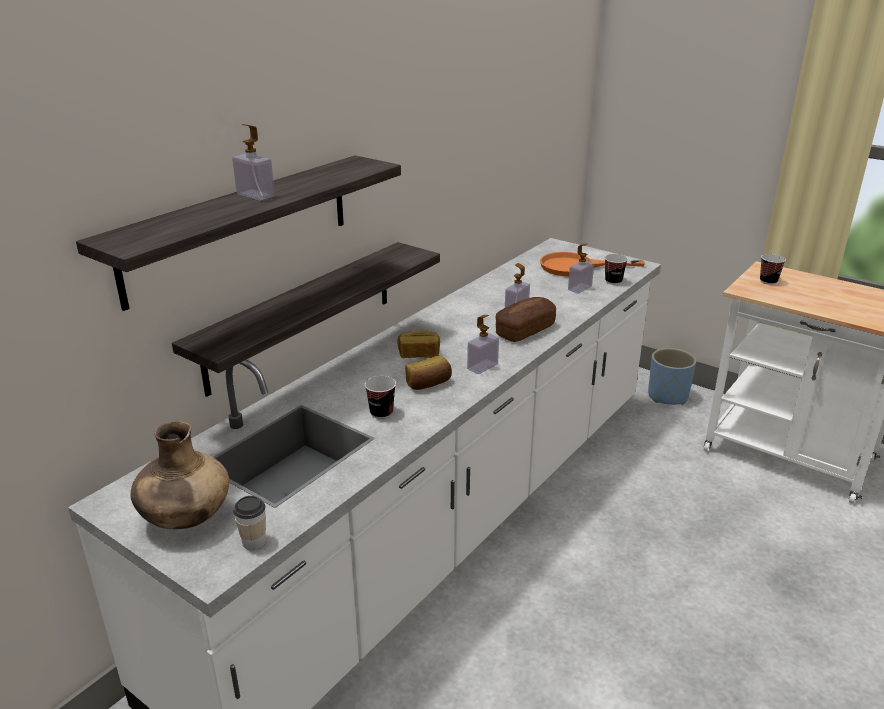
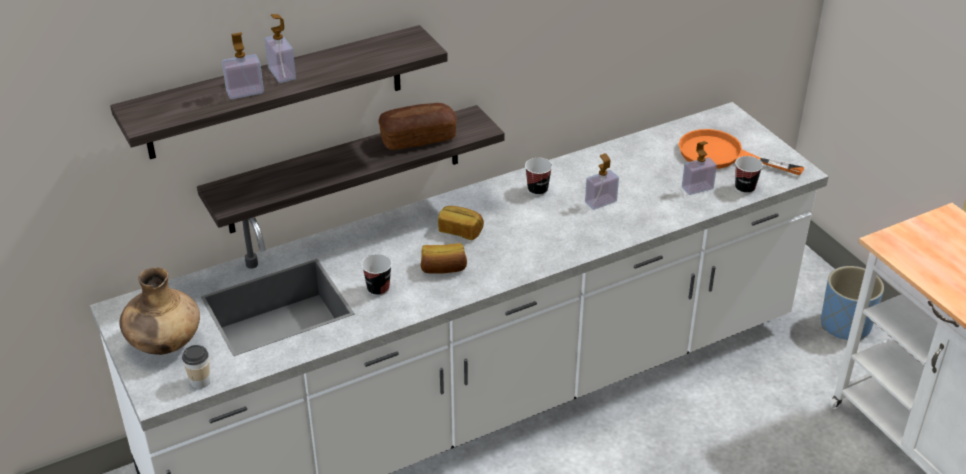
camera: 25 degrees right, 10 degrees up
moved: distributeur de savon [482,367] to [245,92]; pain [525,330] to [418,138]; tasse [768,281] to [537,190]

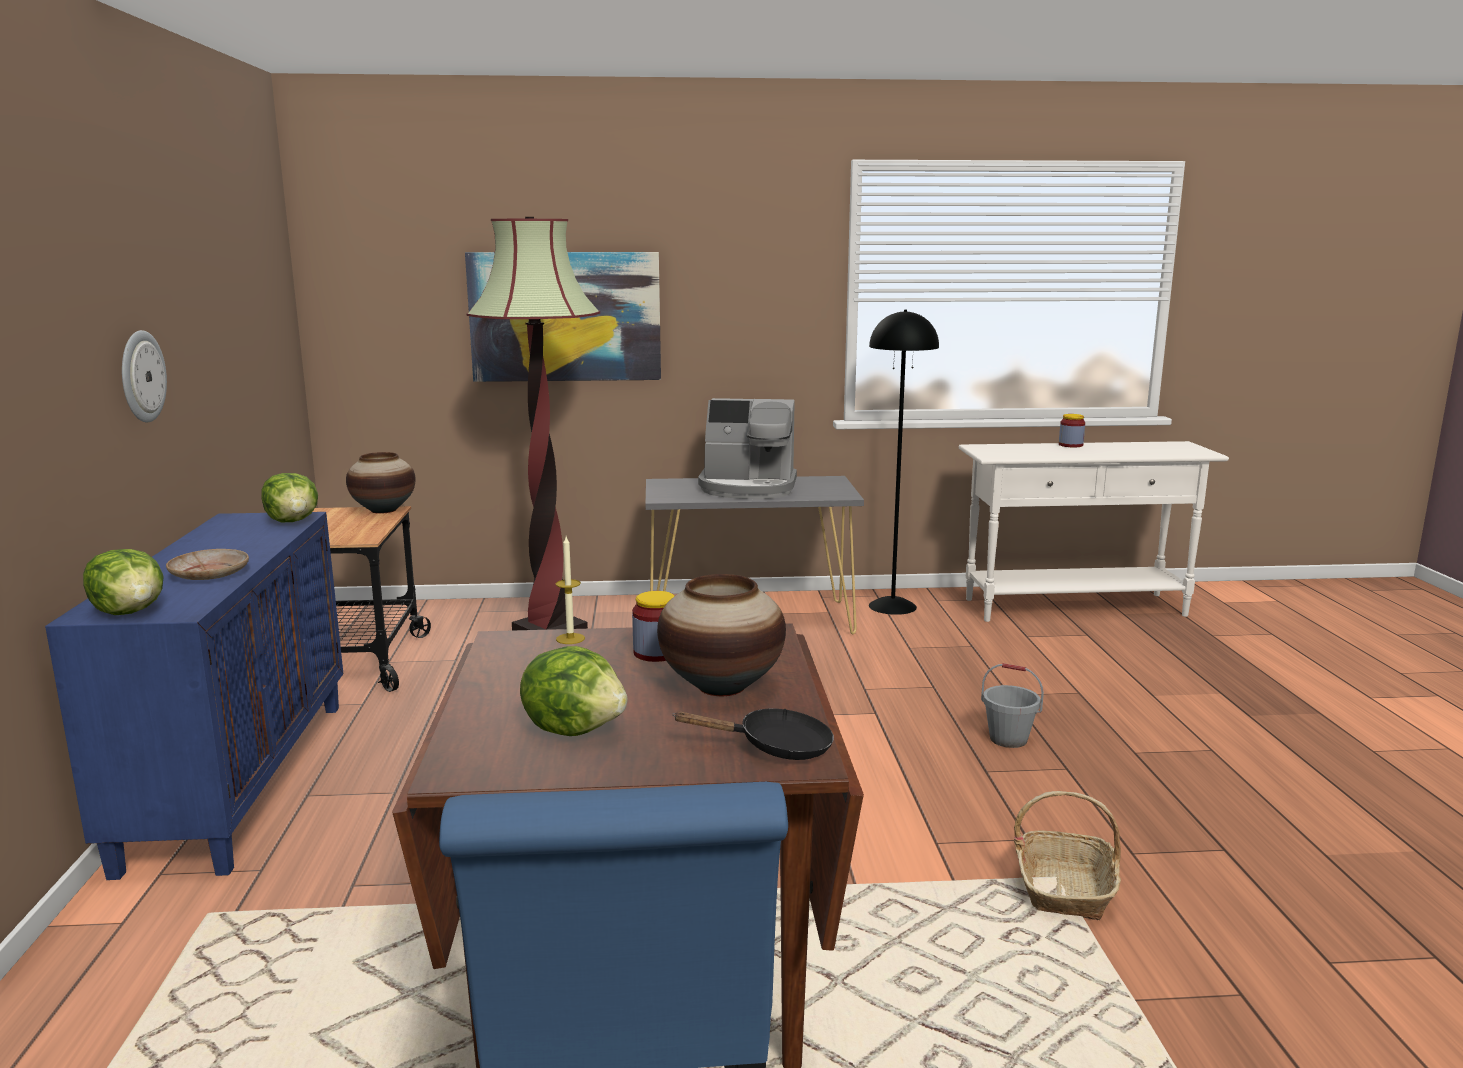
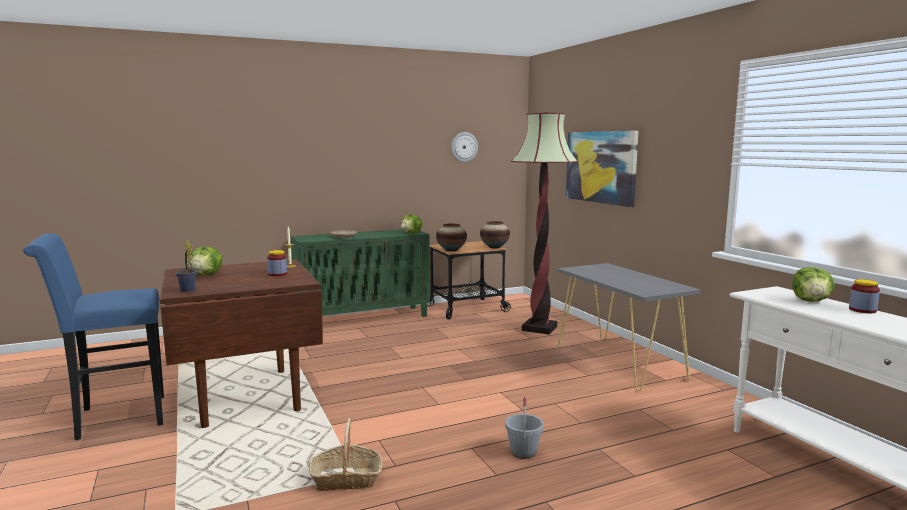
camera: 70 degrees right, 5 degrees down
removed: machine à café [748,488]; lampadaire/noir [892,606]
moved: vase [721,687] to [451,250]; horloge murale [141,376] to [464,147]; laitue [130,612] to [811,301]
replaced: poêle/noir [775,747] to plante en pot [188,291]
recoloured: meuble de rangement/bleu [238,780] to meuble de rangement/vert [364,318]

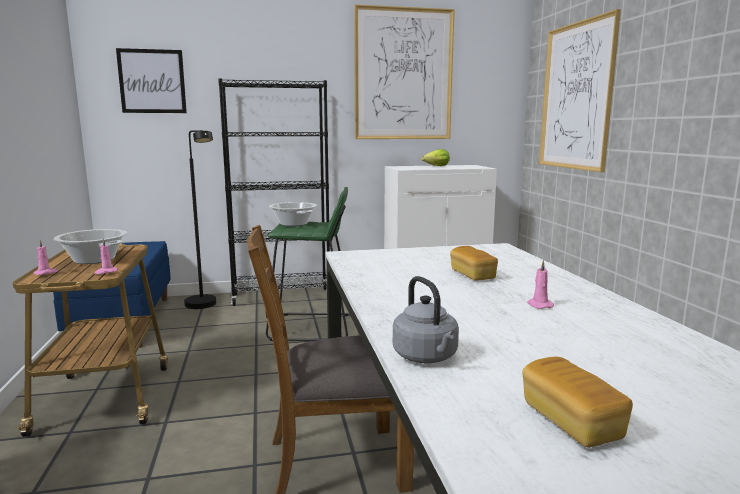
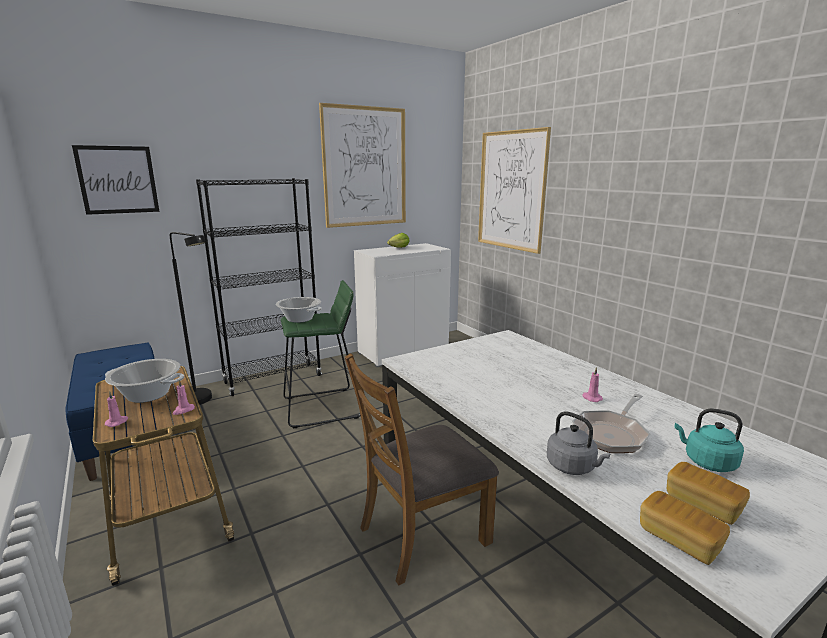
camera: 20 degrees left, 5 degrees up
added: poêle [611,434]; bouilloire/turquoise [707,462]
moved: pain [472,275] to [679,540]

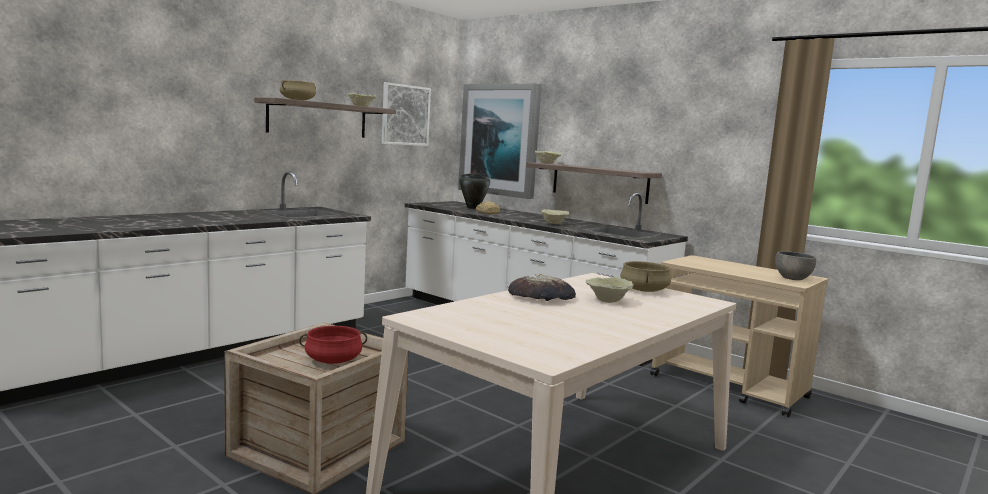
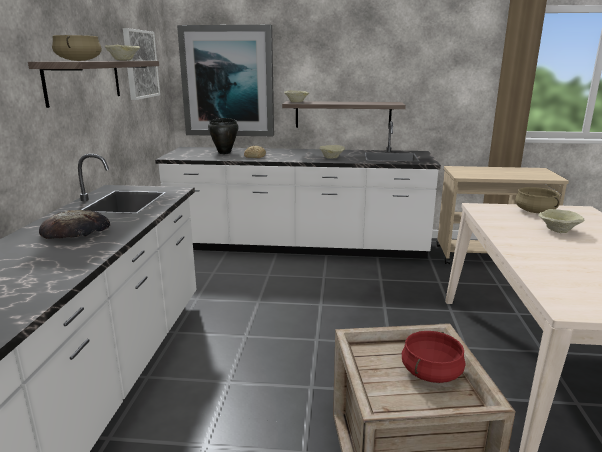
camera: 35 degrees left, 10 degrees up
removed: bol/gris [793,278]
moved: pain [541,296] to [76,231]

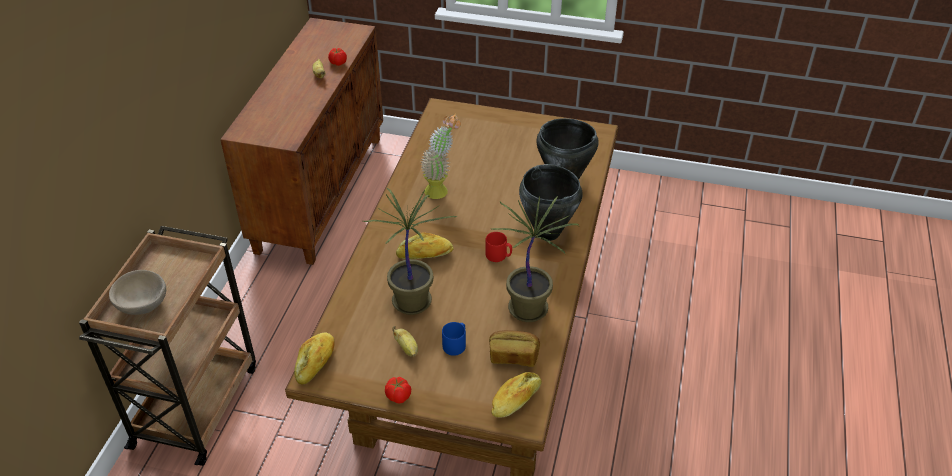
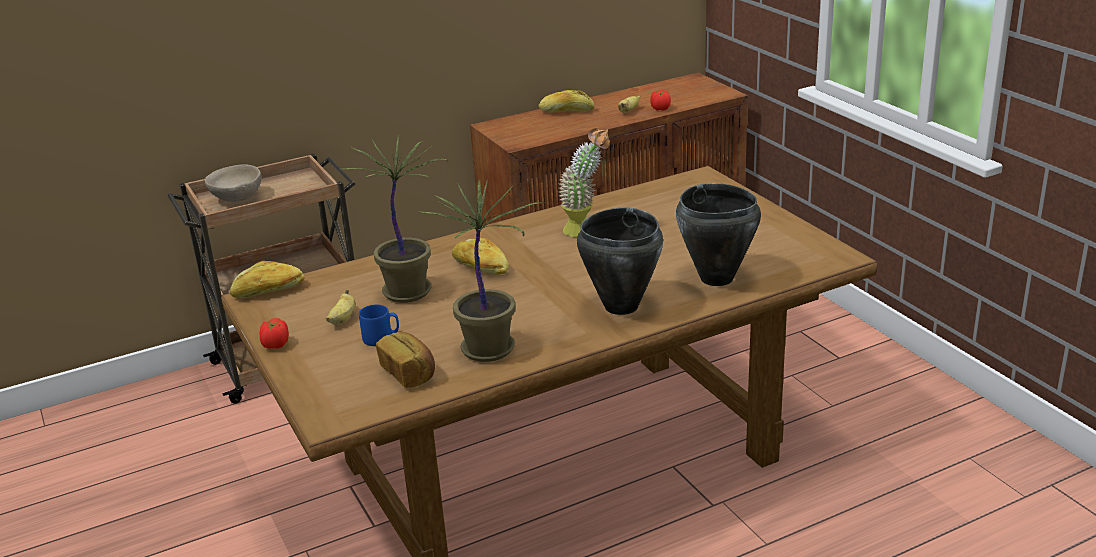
camera: 50 degrees right, 15 degrees down
removed: mug/rouge [498,256]
moved: pain [516,400] to [566,111]

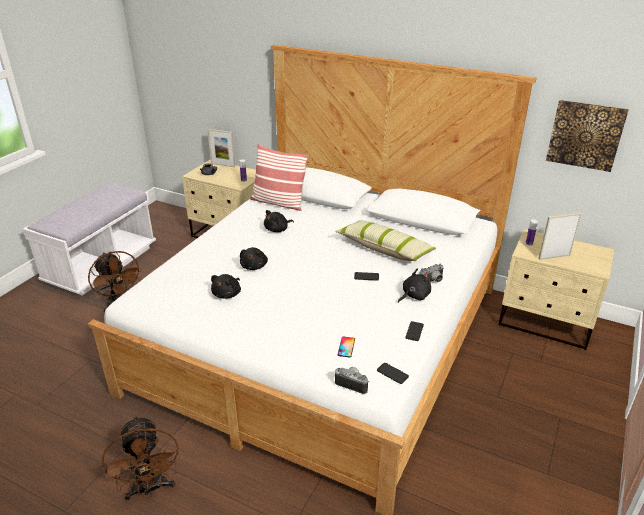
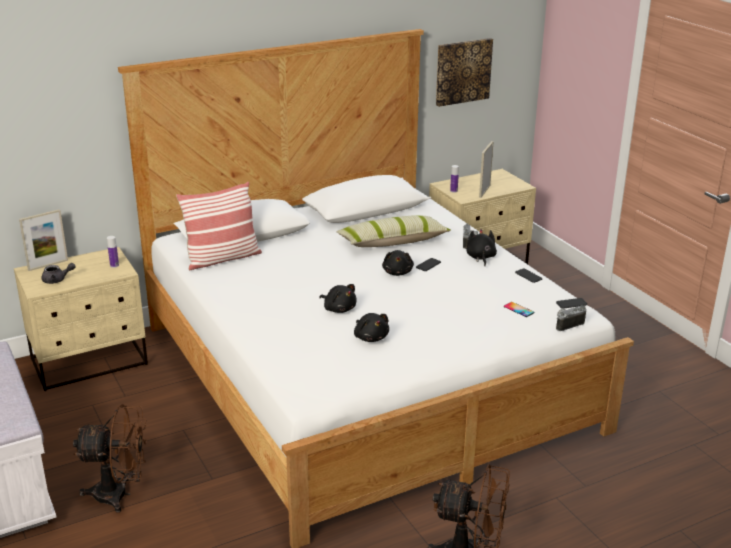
camera: 55 degrees left, 5 degrees down
moved: peluche/noir [277,229] to [397,272]

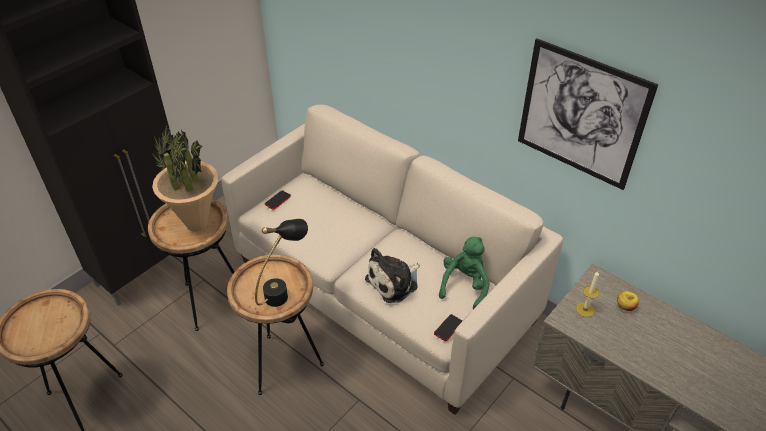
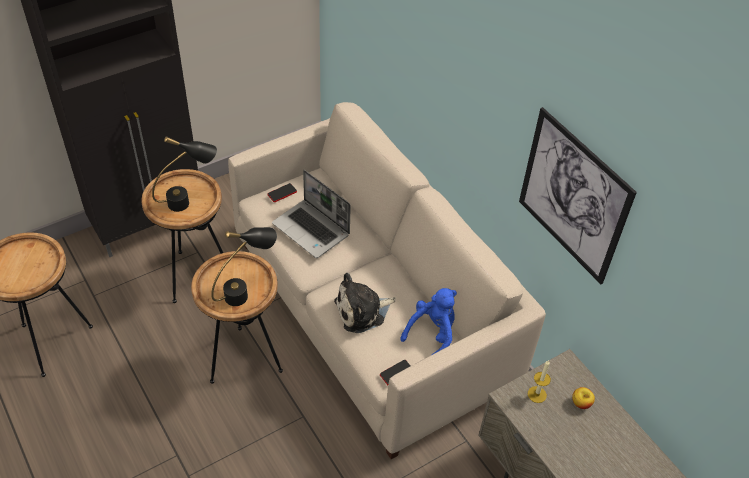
camera: 15 degrees right, 5 degrees up
added: ordinateur portable [312,230]
replaced: plante en pot [196,224] to lampe de table/noir [189,202]
recoloured: peluche/vert [464,285] to peluche/bleu [432,334]

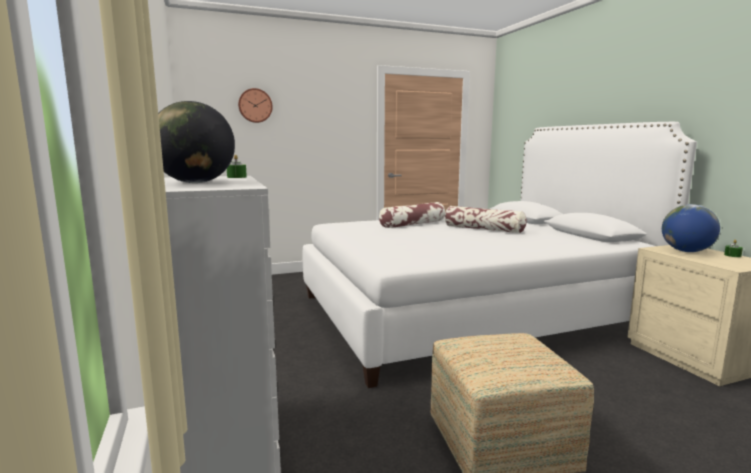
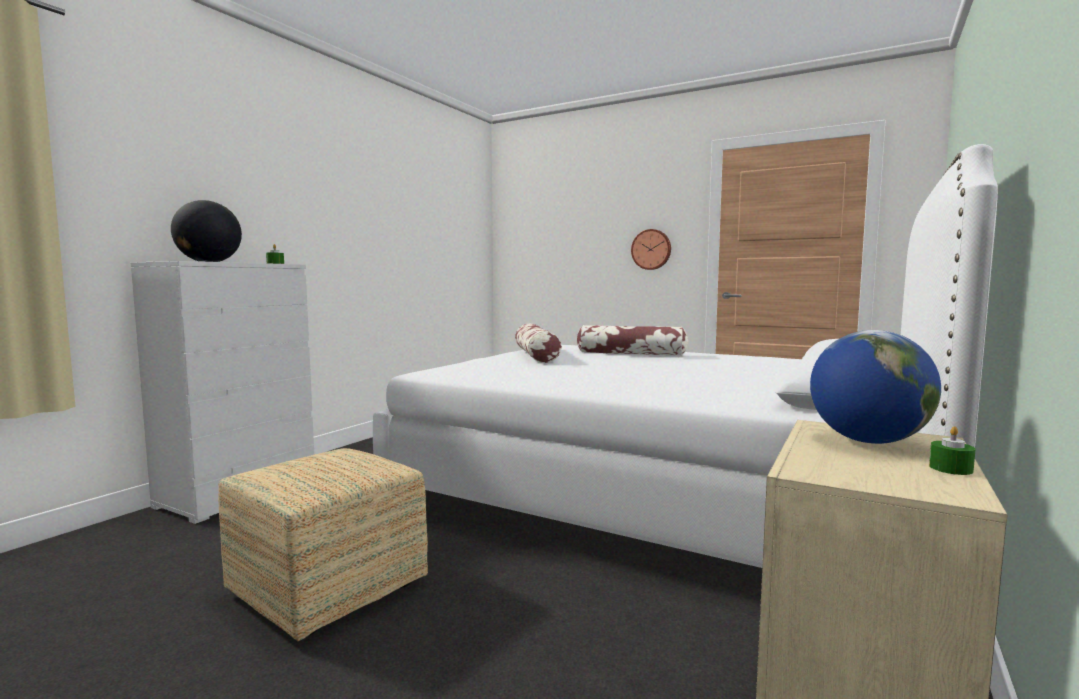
camera: 50 degrees right, 5 degrees down
moved: coussin [483,229] to [536,356]; horloge murale [255,105] to [651,249]

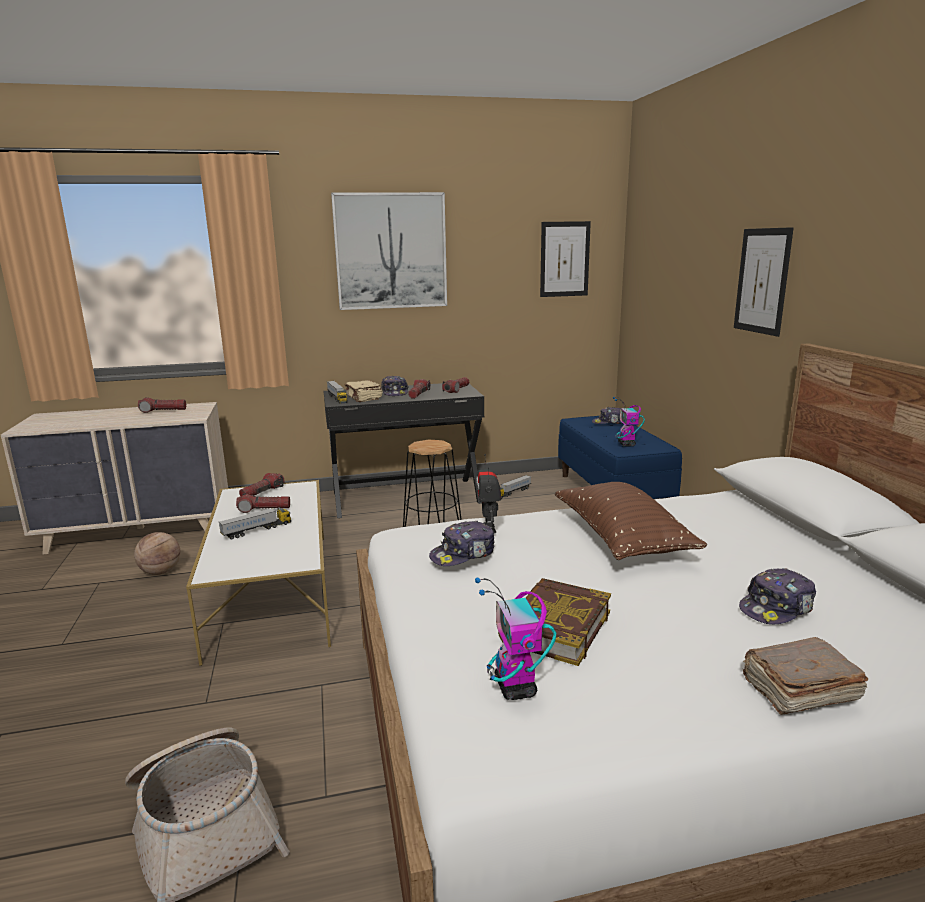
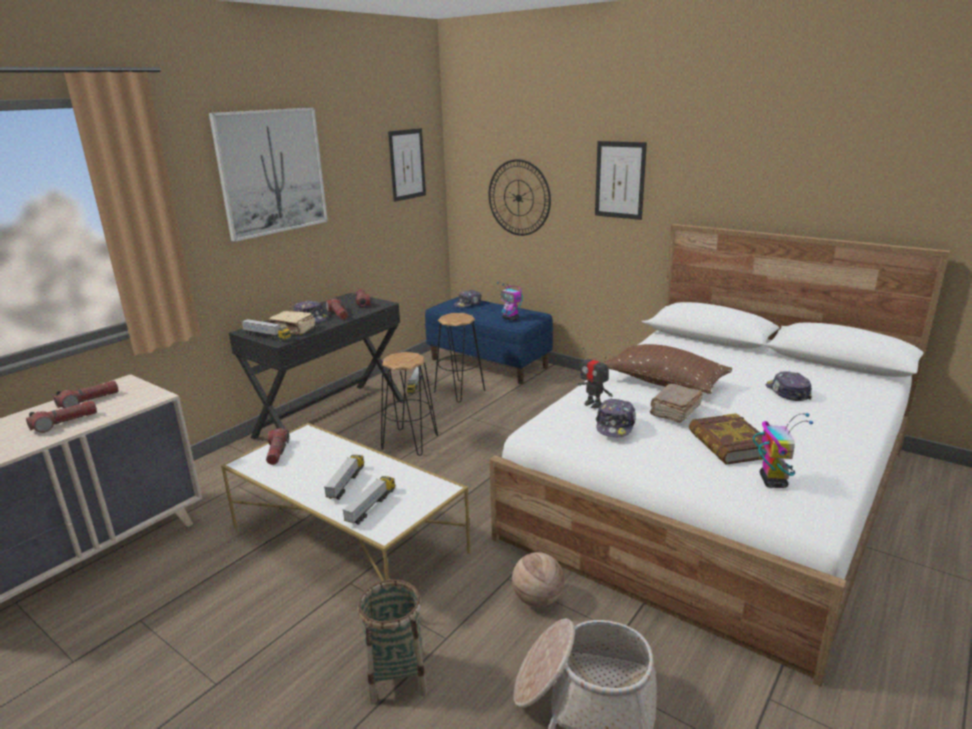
camera: 40 degrees left, 5 degrees up
added: camion jouet [371,506]; panier [397,677]; tabouret/noir [460,391]; horloge murale [518,198]
moved: lampe de poche [264,509] to [64,423]; ballon de basket [160,572] to [537,600]; livre/marron [798,690] to [674,411]
turned: robot jouet [515,688] = [772,481] 120 degrees counterclockwise; casquette [777,608] = [787,392] 150 degrees clockwise

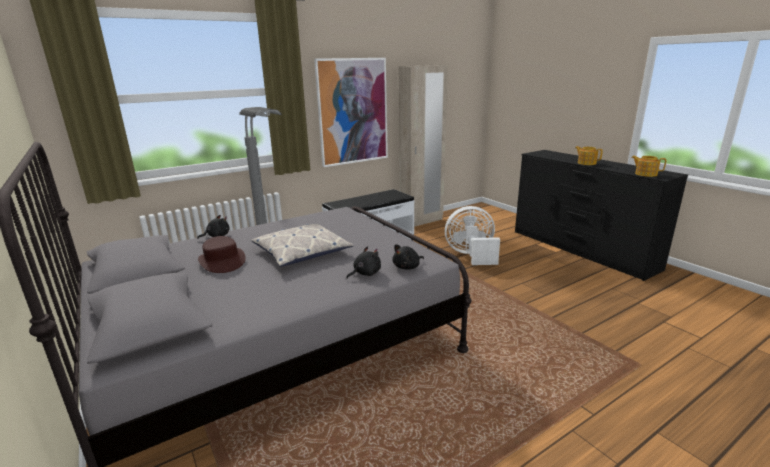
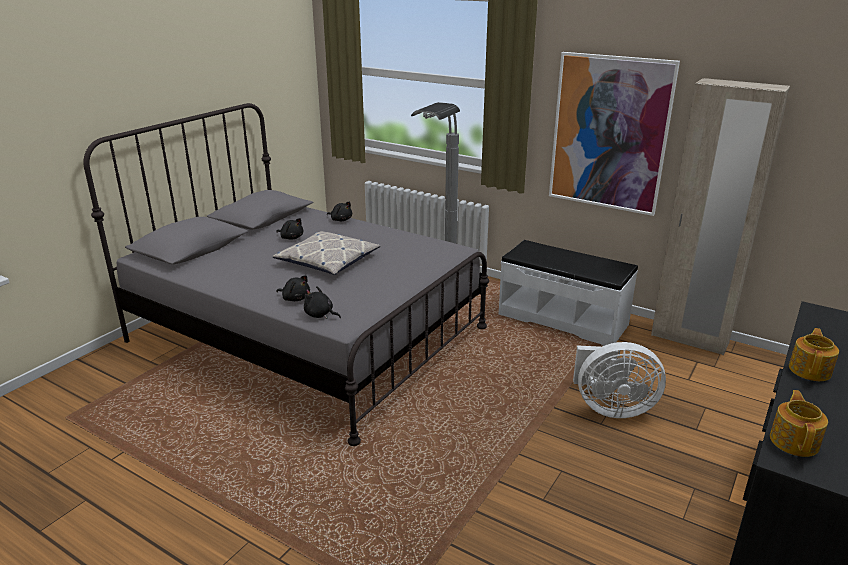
camera: 65 degrees right, 5 degrees up
replaced: chapeau/marron [222,261] to peluche/noir [291,237]
turned: ventilateur/blanc [471,255] = [611,408] 120 degrees clockwise

